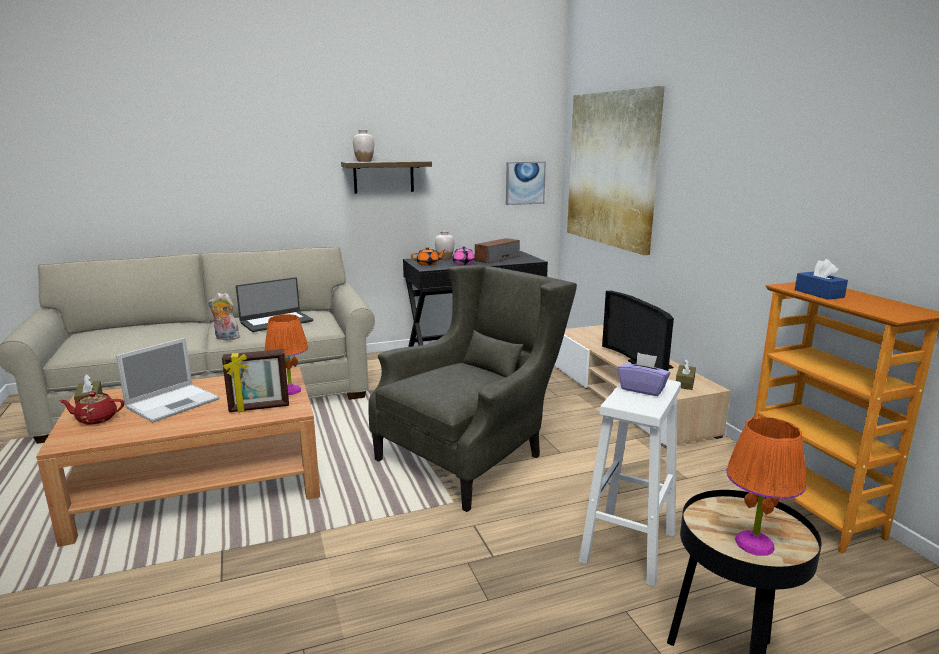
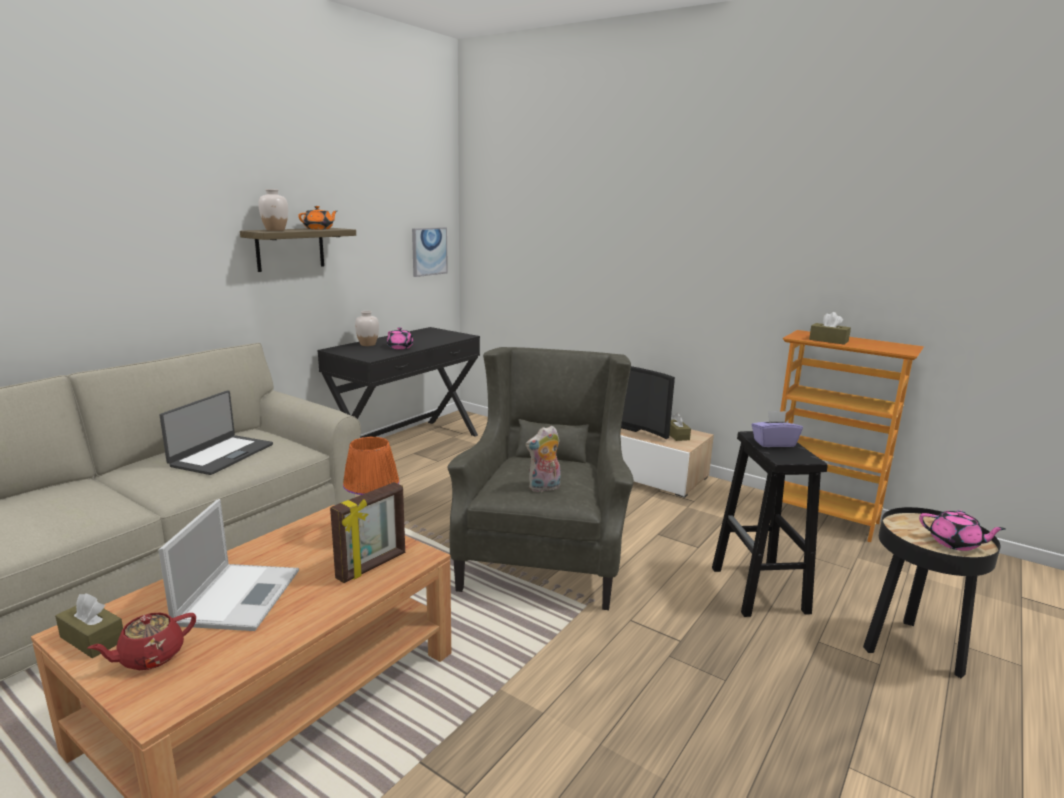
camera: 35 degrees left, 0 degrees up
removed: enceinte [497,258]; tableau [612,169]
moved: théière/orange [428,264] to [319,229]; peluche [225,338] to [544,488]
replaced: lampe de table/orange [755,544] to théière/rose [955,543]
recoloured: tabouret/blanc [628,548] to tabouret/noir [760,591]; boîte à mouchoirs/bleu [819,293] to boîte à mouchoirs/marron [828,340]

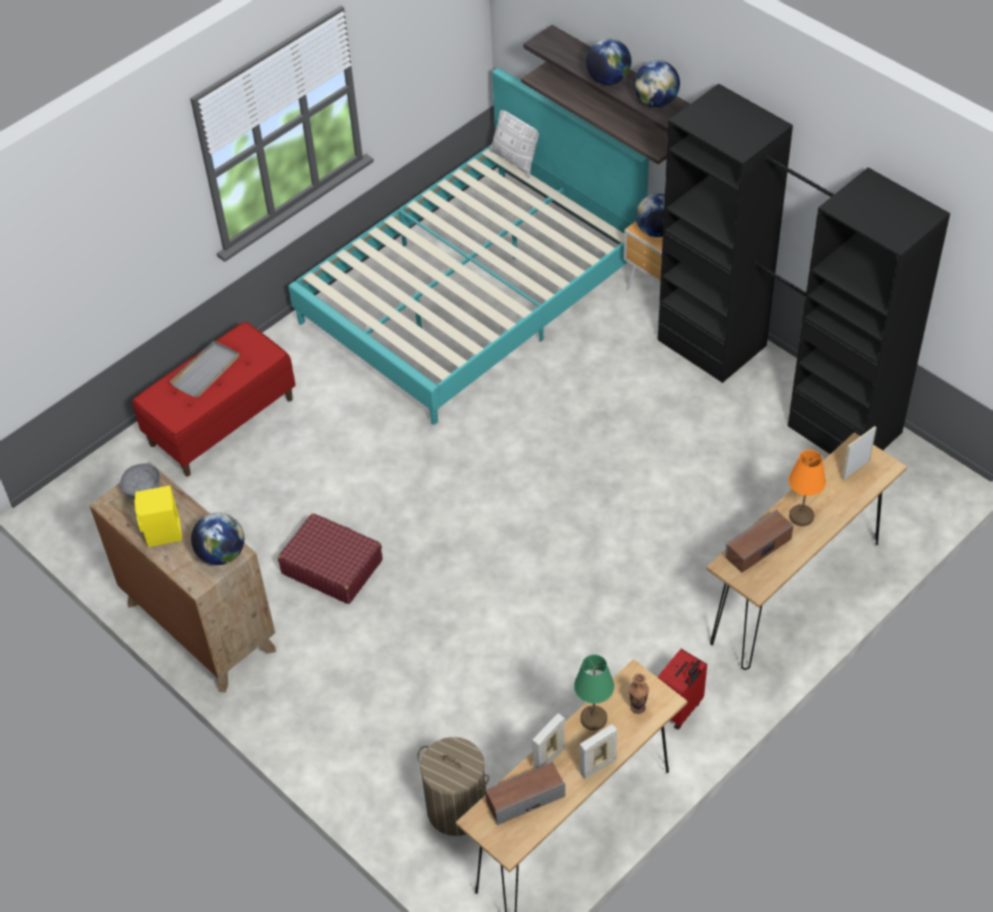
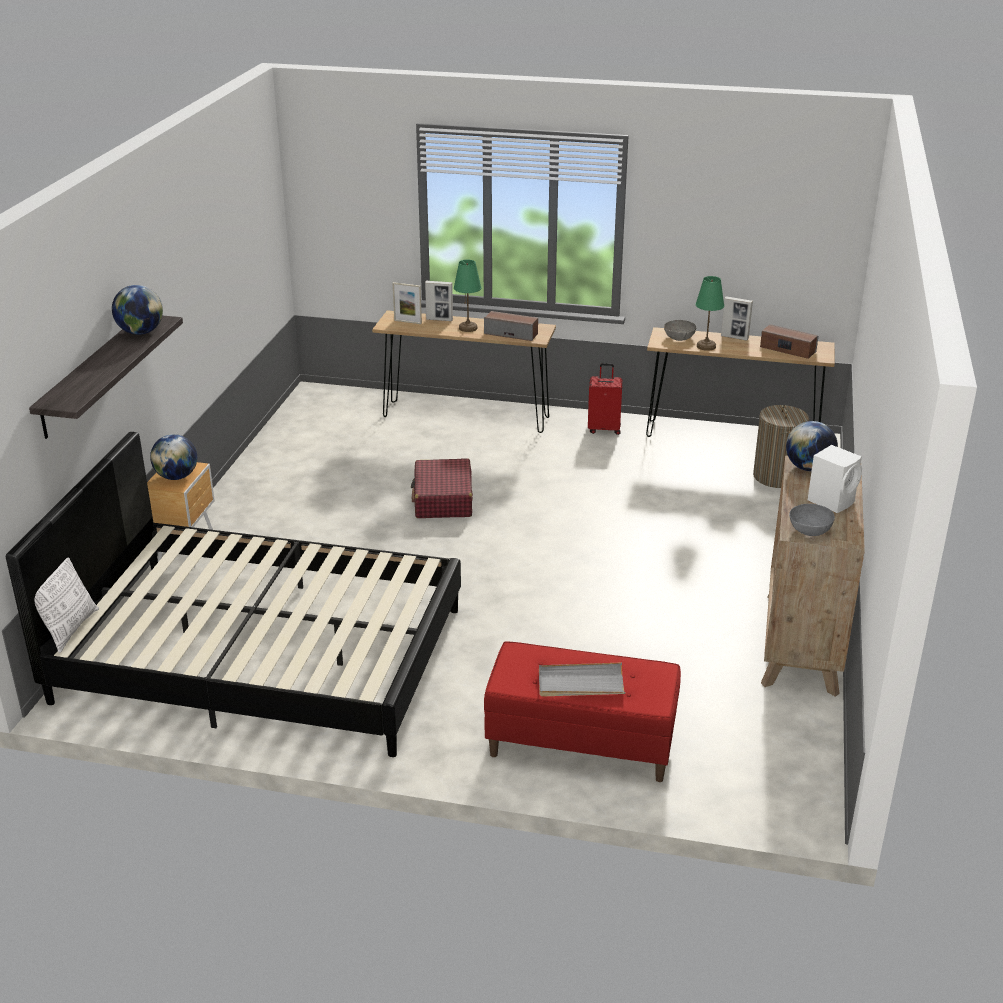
camera: 125 degrees left, 20 degrees down
removed: étagère [616,111]; globe [608,79]; armoire/noir [777,385]
moved: valise/rouge [332,566] to [443,499]; cadre photo [549,758] to [439,319]
replaced: vase [638,707] to bol/gris [679,337]
recoloured: lit/turquoise [472,293] to lit/noir [261,654]; lampe de table/orange [801,516] to lampe de table/vert [468,328]; enceinte/jaune [163,533] to enceinte/blanc [832,501]

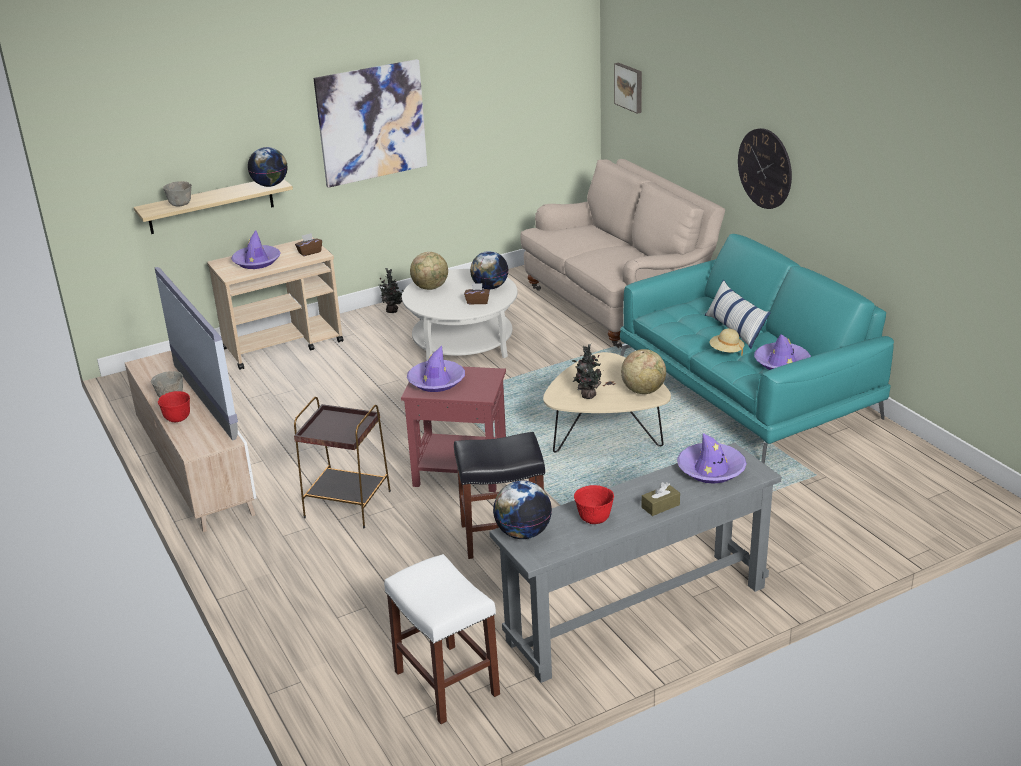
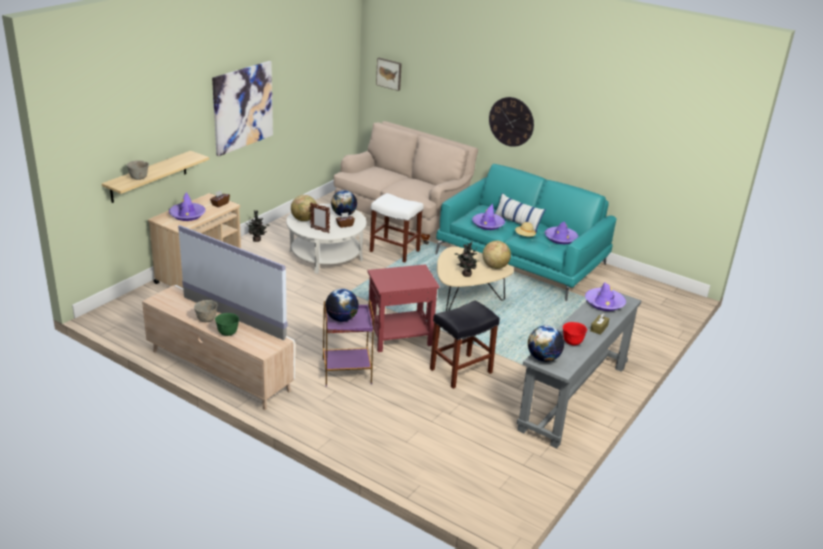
camera: 30 degrees left, 0 degrees up
added: cadre photo [319,230]
moved: globe [270,185] to [341,319]; tabouret/blanc [448,683] to [395,251]; chapeau/violet [436,381] to [488,224]
recoloured: bol/rouge [177,418] to bol/vert [227,333]; table d'appoint/marron [347,504] to table d'appoint/violet [346,371]

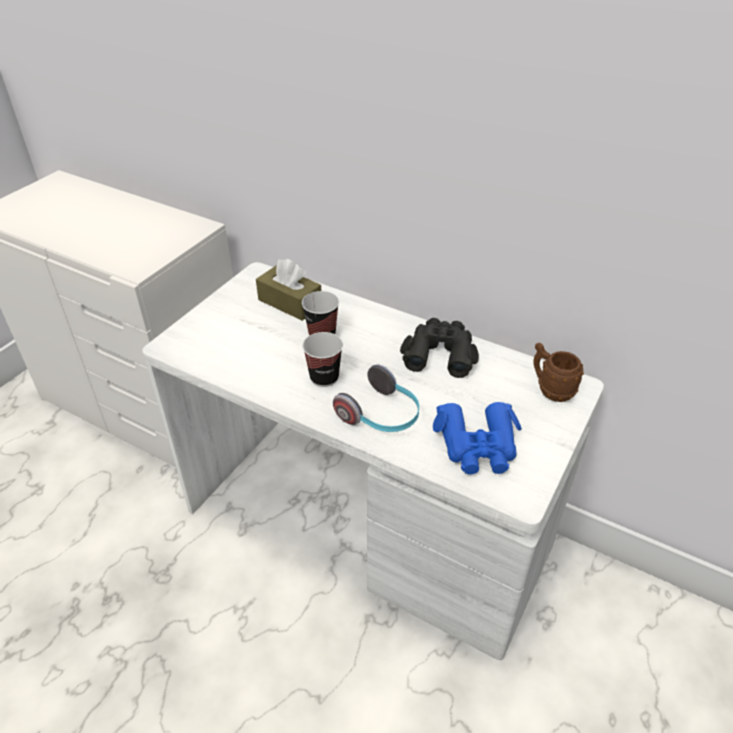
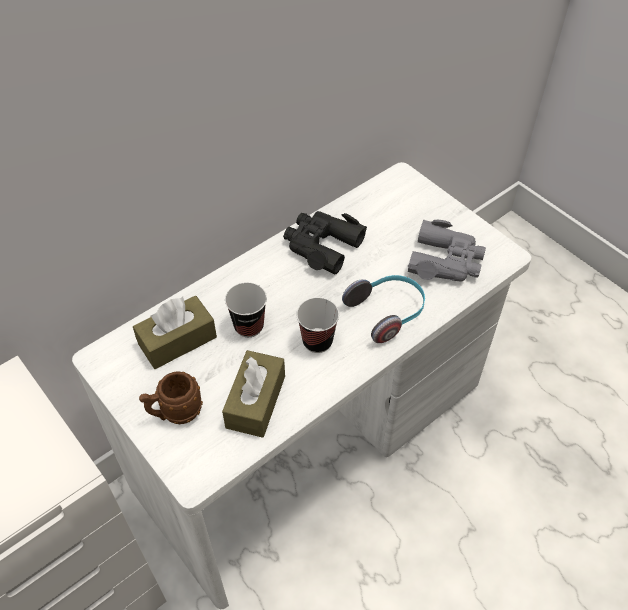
camera: 70 degrees left, 10 degrees up
added: boîte à mouchoirs/marron [256,401]
moved: mug/marron [550,389] to [175,413]
recoloured: jumelles/bleu [478,446] to jumelles/gris [446,261]

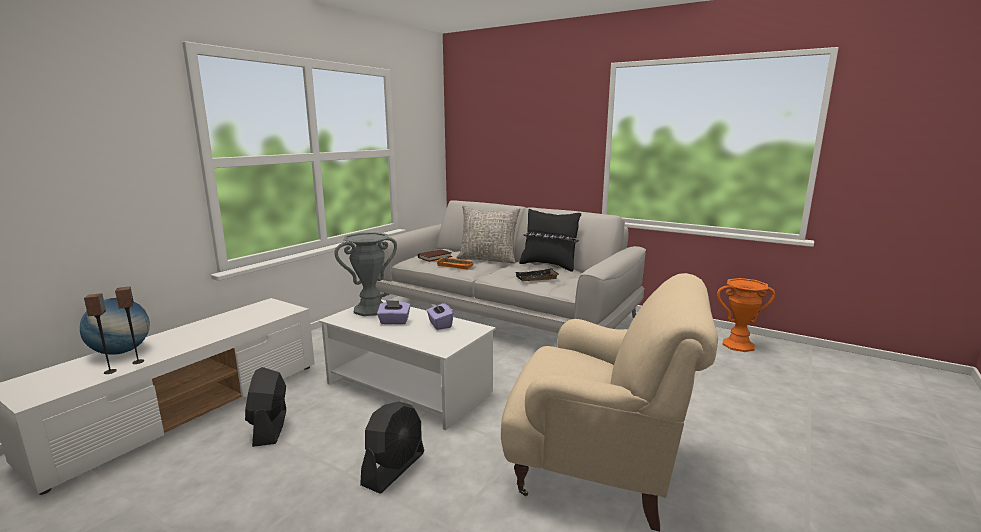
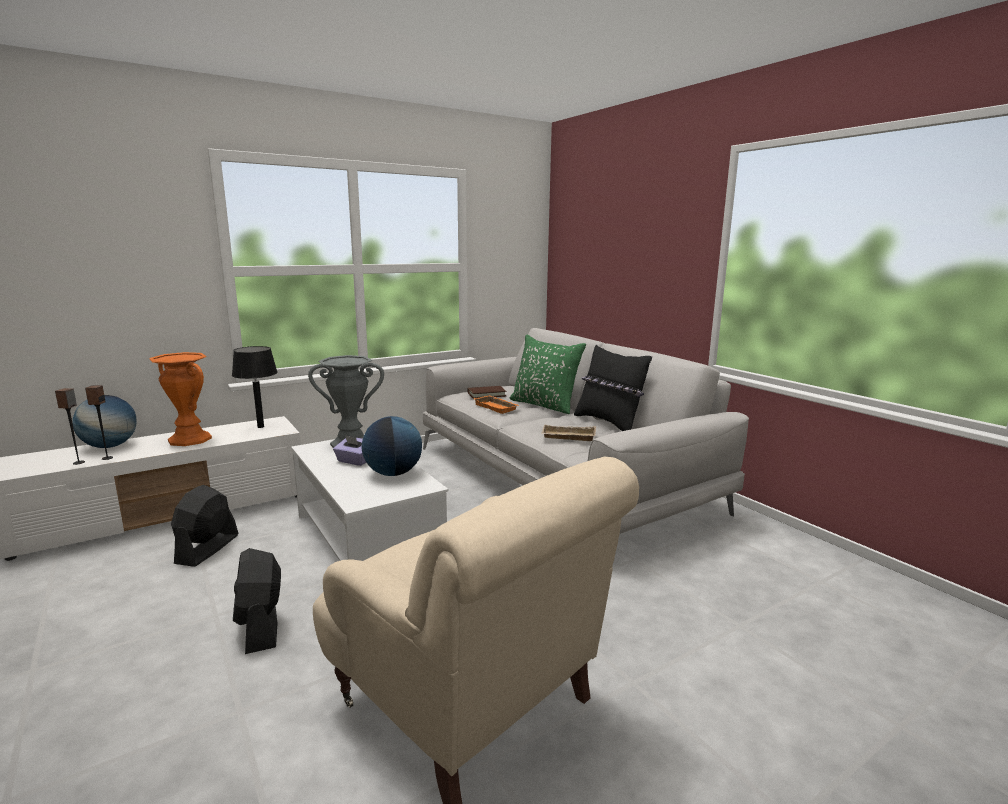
camera: 25 degrees right, 0 degrees up
added: lampe de table/noir [261,427]
moved: vase/orange [738,345] to [190,439]
replaced: boîte à mouchoirs/violet [439,324] to globe [393,473]
recoloured: coussin/gris [488,259] to coussin/vert [545,405]; plateau/noir [536,278] to plateau/beige [567,437]
turned: ventilateur/noir [394,468] = [260,626] 105 degrees clockwise

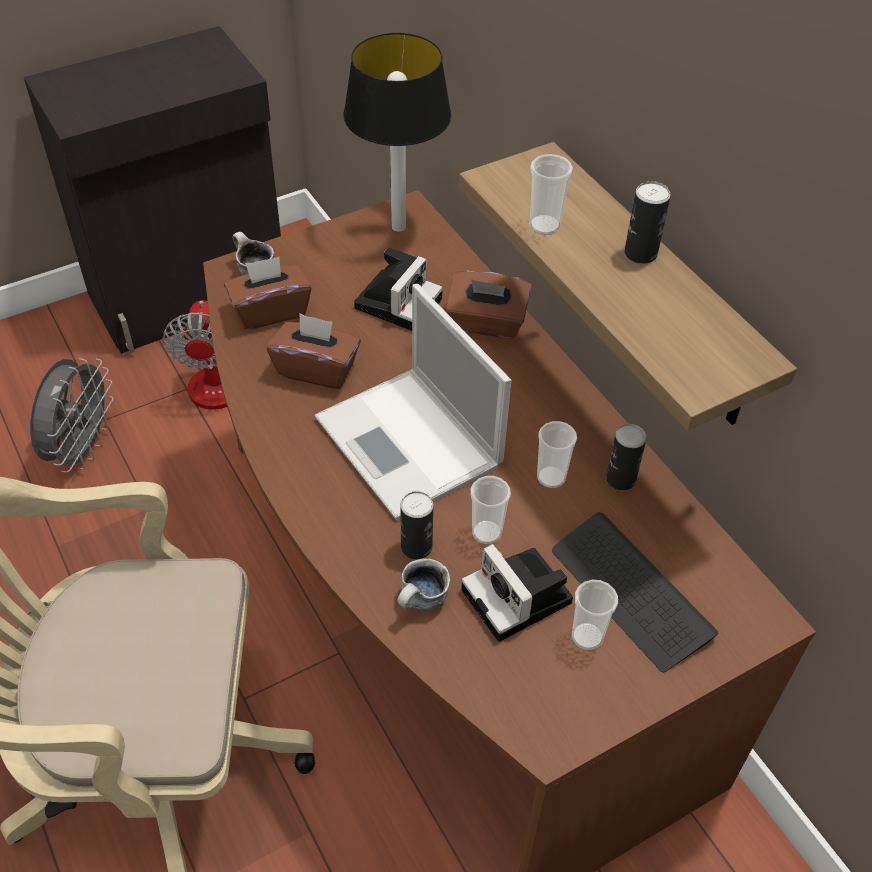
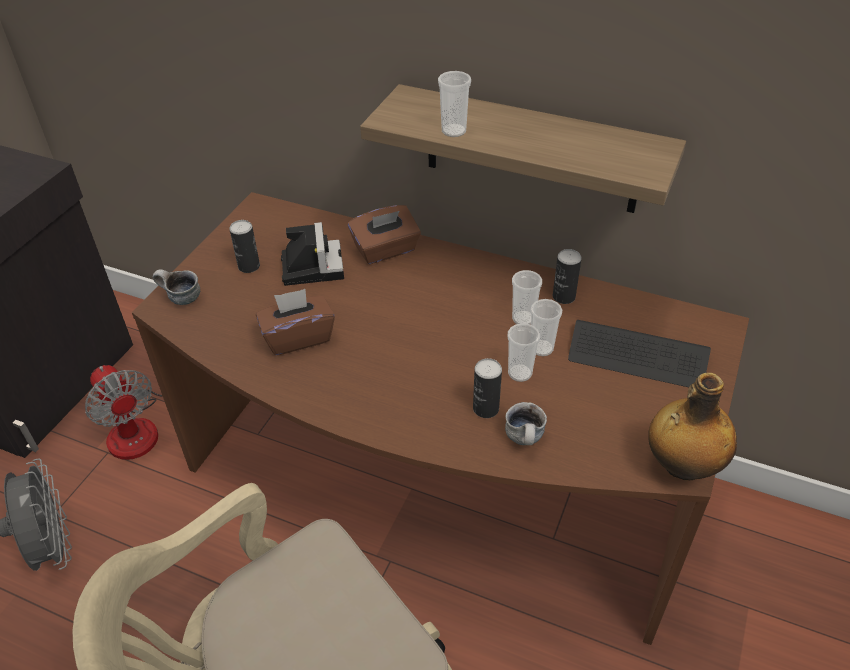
camera: 35 degrees left, 5 degrees down
removed: boîte à mouchoirs/marron [270,311]; ordinateur portable [410,444]; lampe de table [398,227]; appareil photo [520,598]
added: bouteille [681,466]
moved: boîte métallique [640,253] to [249,266]; tasse [587,636] to [541,348]

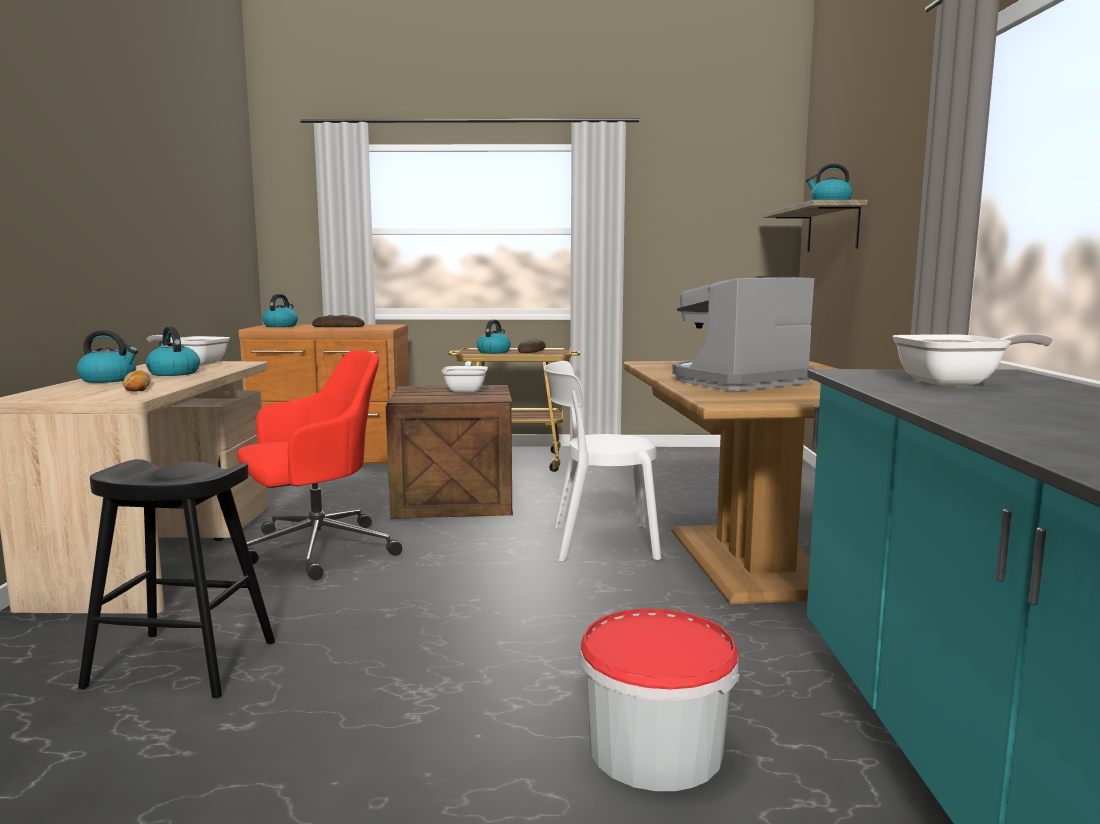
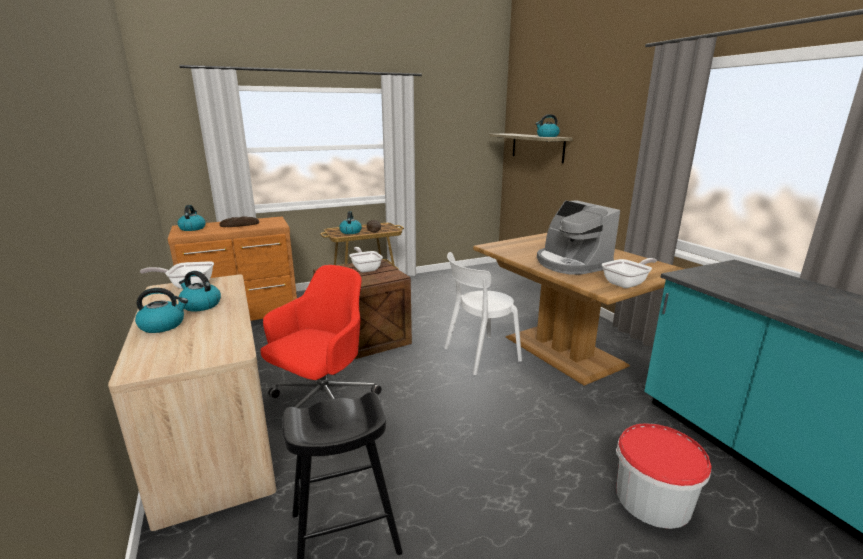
camera: 25 degrees left, 10 degrees up
removed: pain [138,387]
moved: poêle [957,382] to [627,283]
turned: machine à café [737,381] = [571,264] 60 degrees counterclockwise

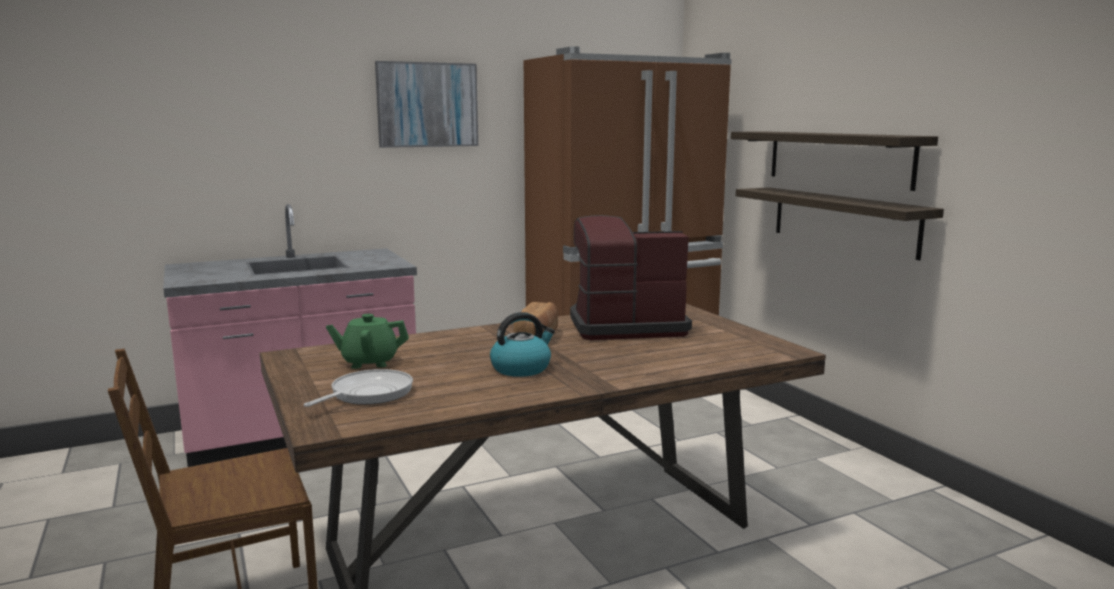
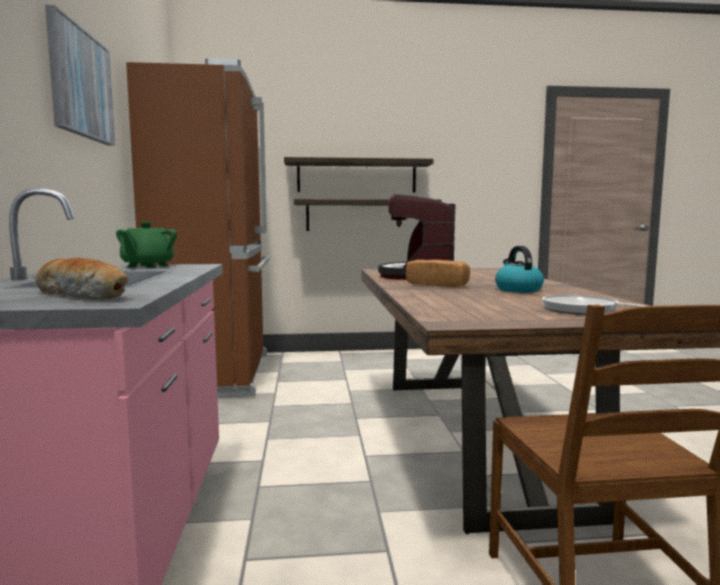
camera: 70 degrees left, 5 degrees down
added: pain [84,295]
moved: théière/vert [369,362] to [147,266]

